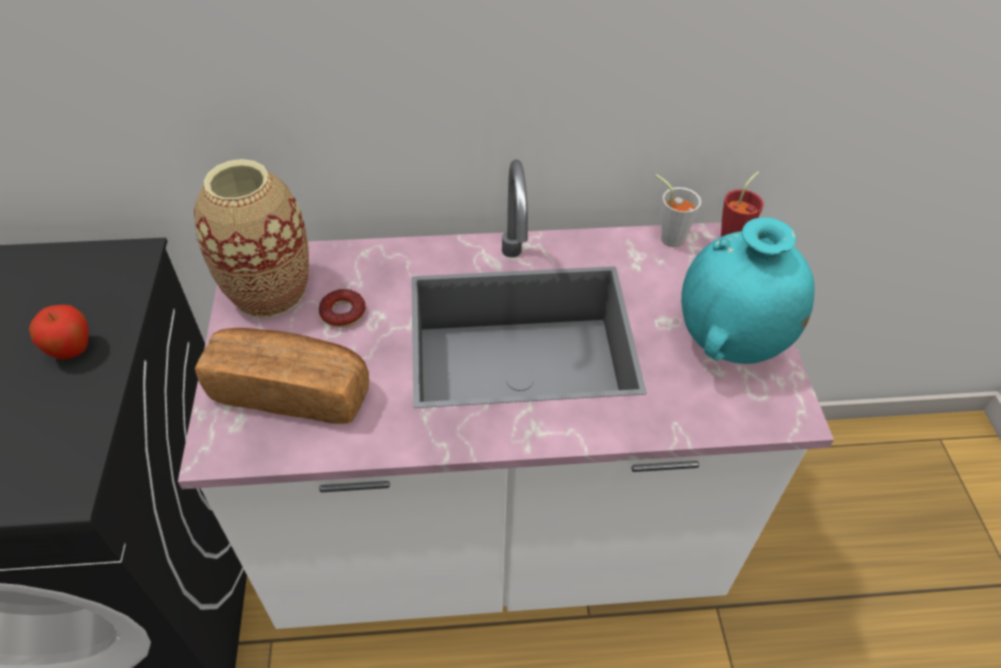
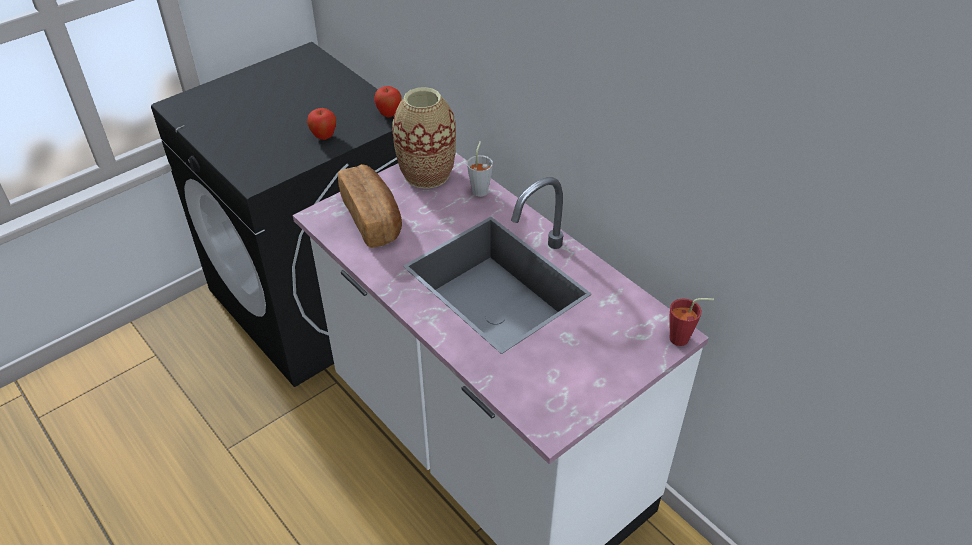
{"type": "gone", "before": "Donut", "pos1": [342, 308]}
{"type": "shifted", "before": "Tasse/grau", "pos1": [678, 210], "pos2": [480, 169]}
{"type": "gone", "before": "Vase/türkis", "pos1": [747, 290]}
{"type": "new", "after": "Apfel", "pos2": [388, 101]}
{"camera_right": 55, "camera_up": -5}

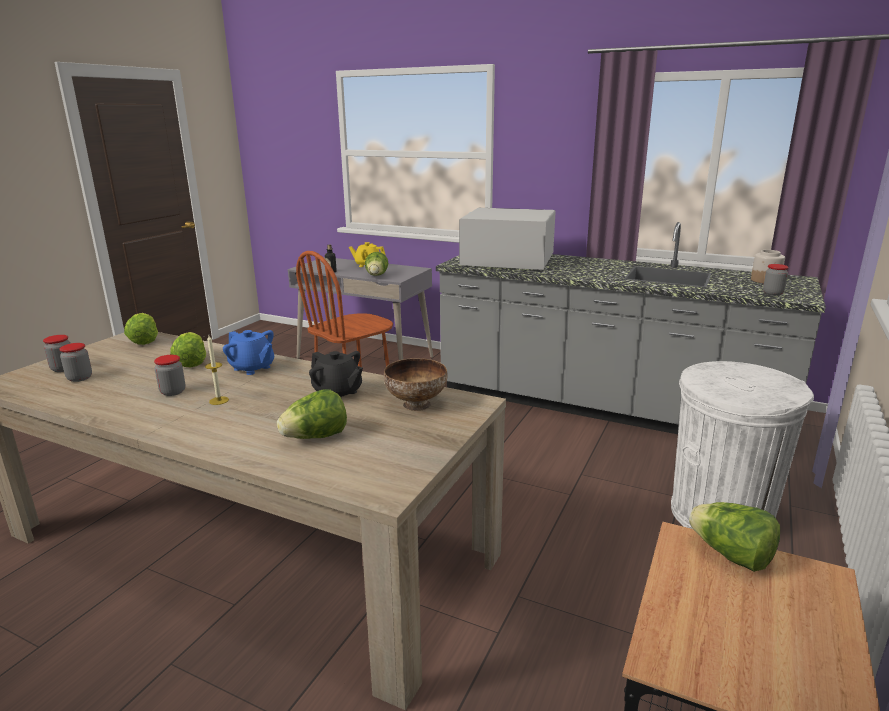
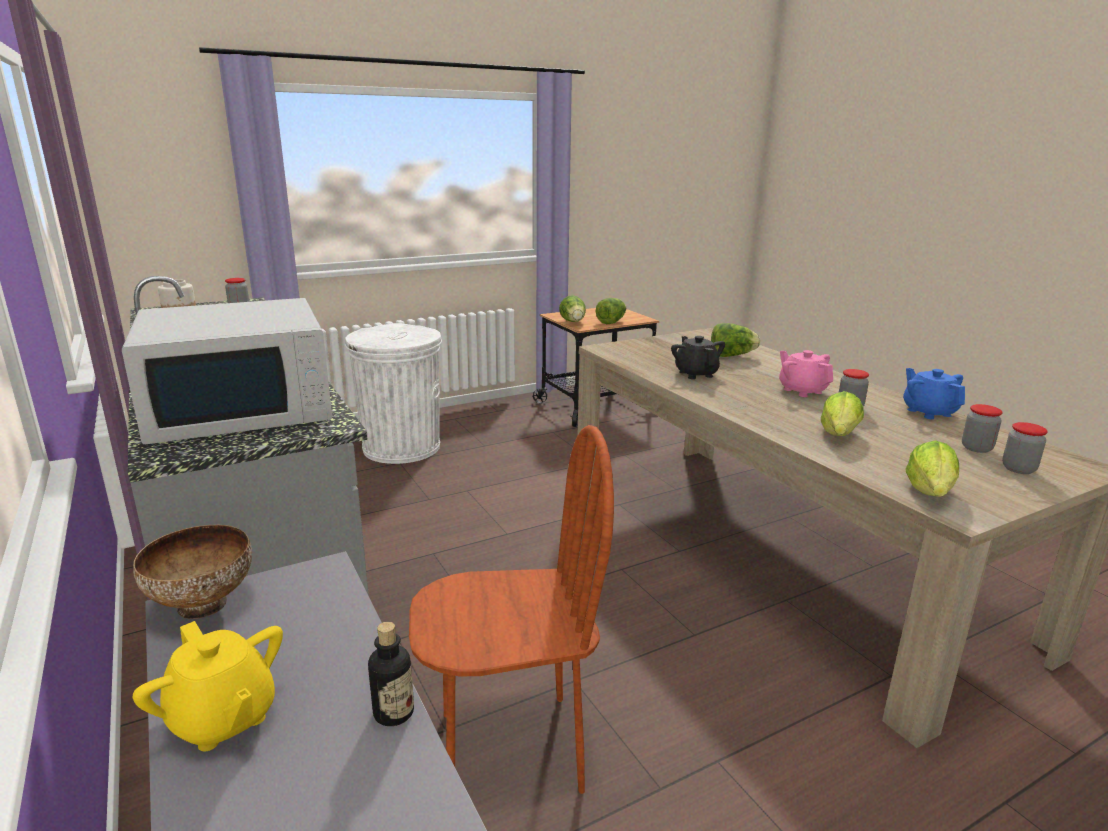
{"type": "swapped", "before": "Kerze", "after": "Teekanne/rosa", "pos1": [217, 370], "pos2": [806, 373]}
{"type": "shifted", "before": "Teekanne/blau", "pos1": [248, 352], "pos2": [934, 393]}
{"type": "shifted", "before": "Salatkopf", "pos1": [376, 264], "pos2": [611, 311]}
{"type": "shifted", "before": "Schüssel", "pos1": [416, 384], "pos2": [192, 572]}
{"type": "rotated", "before": "Mikrowelle/weiß", "pos1": [507, 239], "pos2": [227, 371], "turn": -75}
{"camera_right": -145, "camera_up": 0}

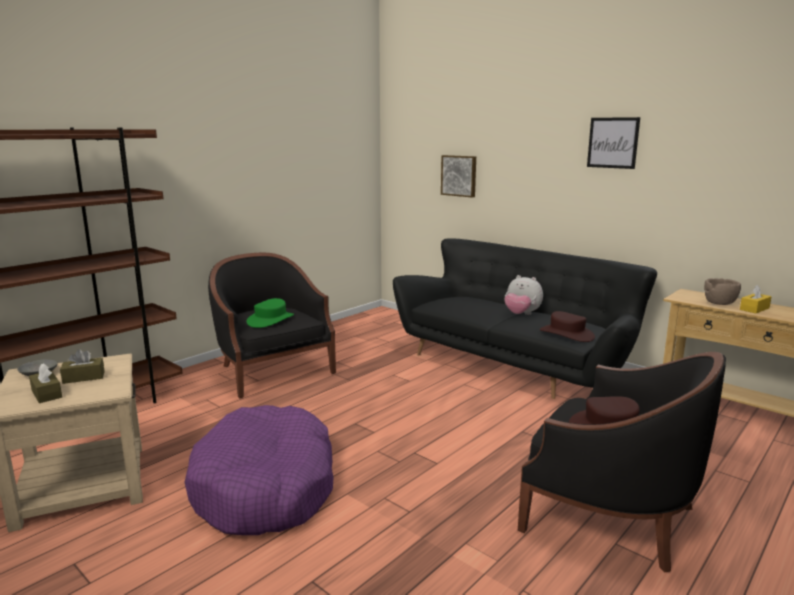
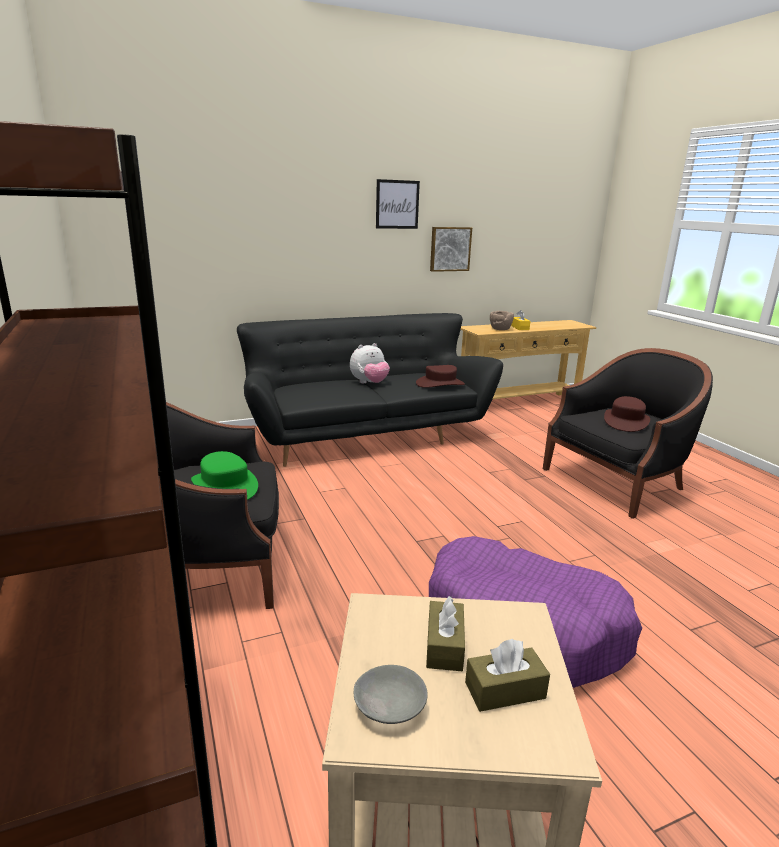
{"type": "shifted", "before": "Bild", "pos1": [458, 176], "pos2": [451, 249]}
{"camera_right": -65, "camera_up": 5}

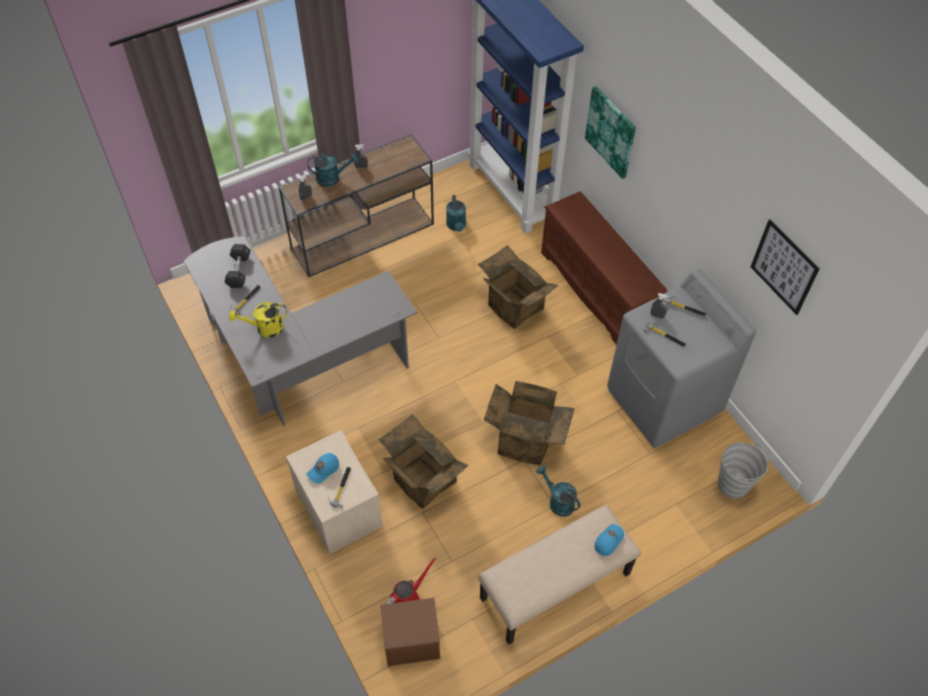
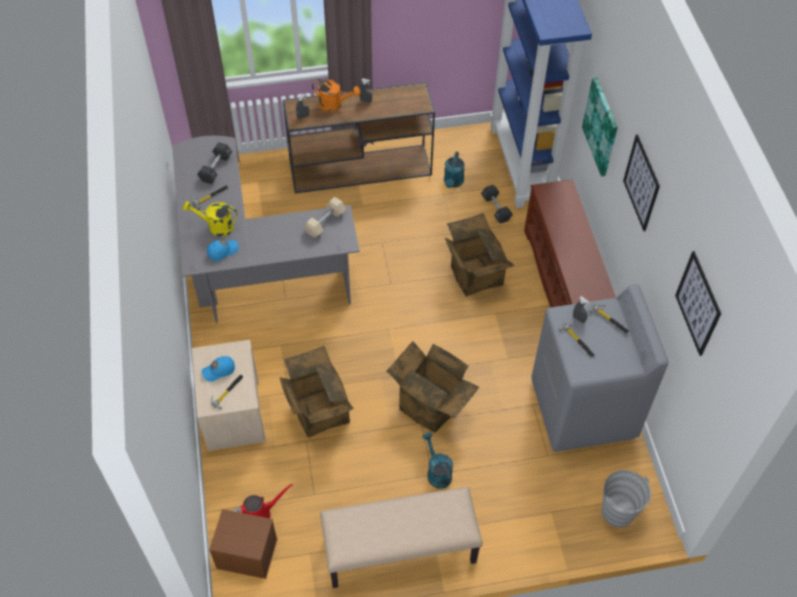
{"type": "repainted", "before": "Gießkanne/türkis", "after": "Gießkanne/orange", "pos1": [333, 170], "pos2": [336, 95]}
{"type": "shifted", "before": "Kappe/blau", "pos1": [609, 540], "pos2": [223, 250]}
{"type": "new", "after": "Hantel/beige", "pos2": [325, 217]}
{"type": "new", "after": "Hantel/schwarz", "pos2": [497, 204]}
{"type": "new", "after": "Bild", "pos2": [641, 182]}
{"camera_right": 20, "camera_up": 0}

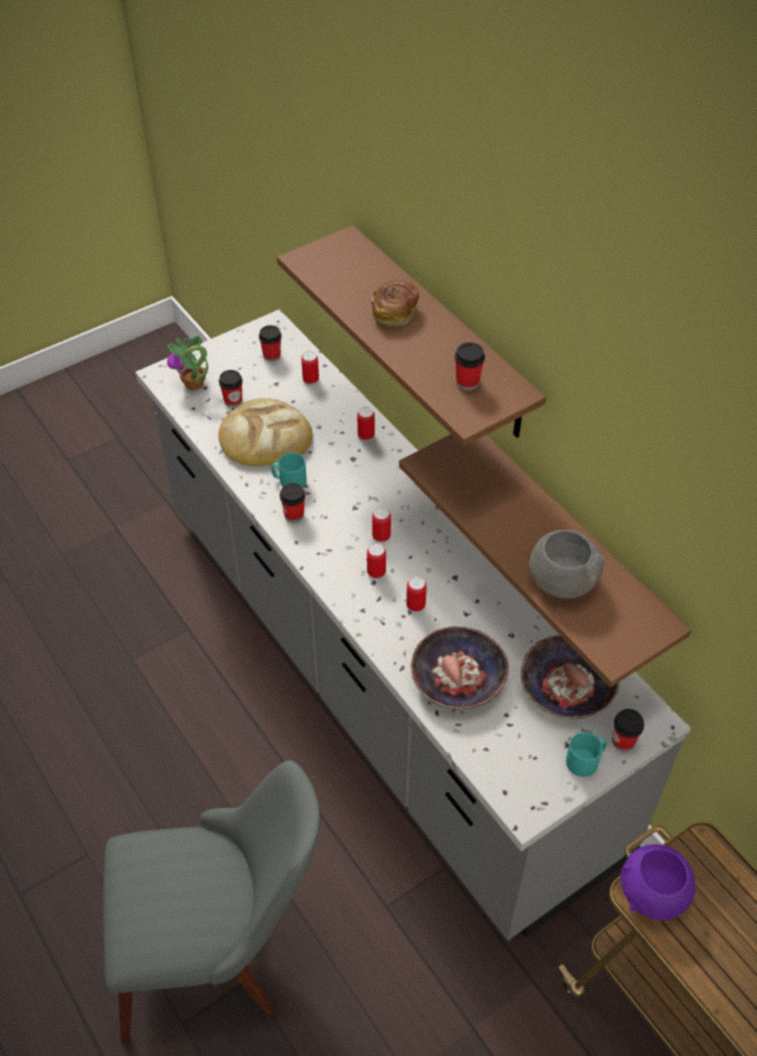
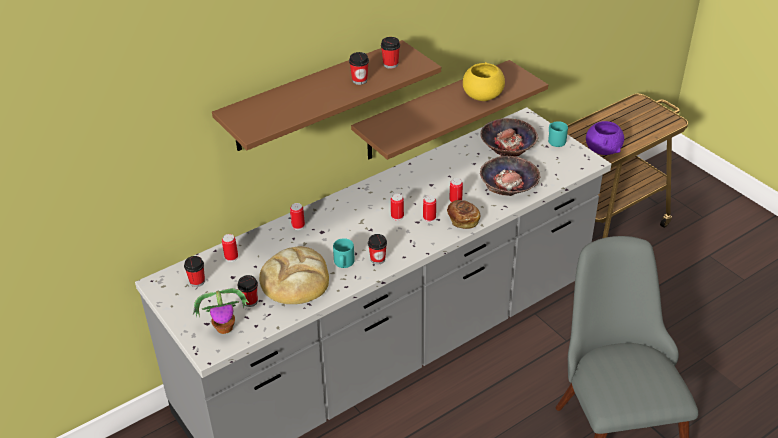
{"type": "shifted", "before": "Brot", "pos1": [395, 303], "pos2": [463, 214]}
{"type": "repainted", "before": "Schüssel/grau", "after": "Schüssel/gelb", "pos1": [567, 564], "pos2": [484, 81]}
{"type": "shifted", "before": "Tasse", "pos1": [628, 730], "pos2": [359, 68]}
{"camera_right": -90, "camera_up": -10}

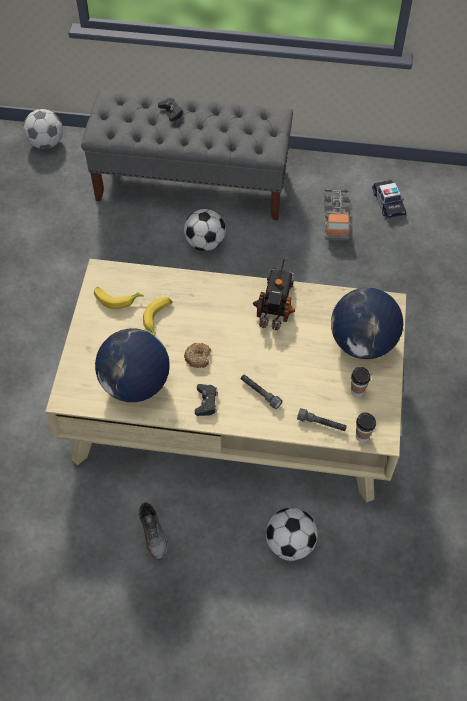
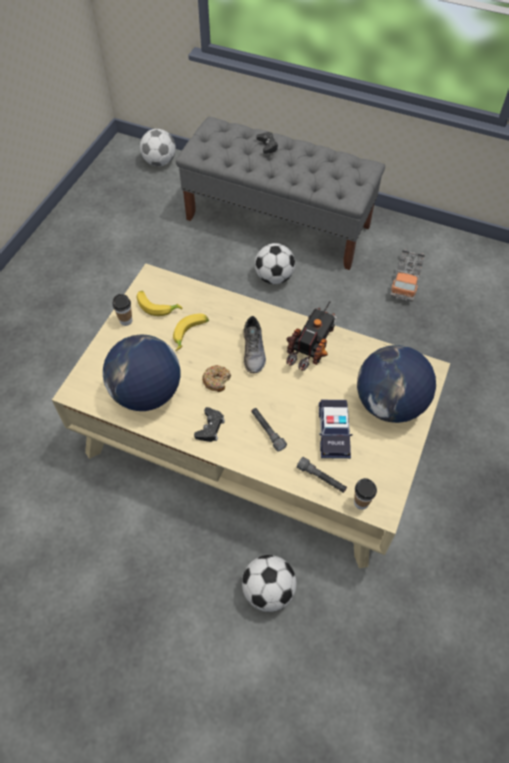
{"type": "shifted", "before": "Schuh/grau", "pos1": [153, 531], "pos2": [254, 344]}
{"type": "shifted", "before": "Tasse", "pos1": [361, 382], "pos2": [122, 310]}
{"type": "shifted", "before": "Spielzeugauto", "pos1": [389, 200], "pos2": [336, 429]}
{"camera_right": 15, "camera_up": 0}

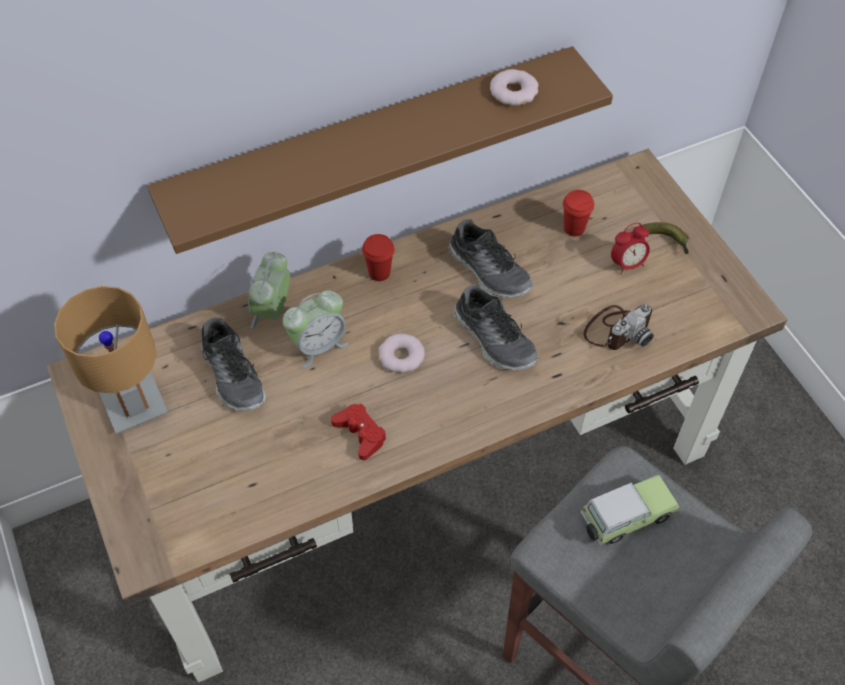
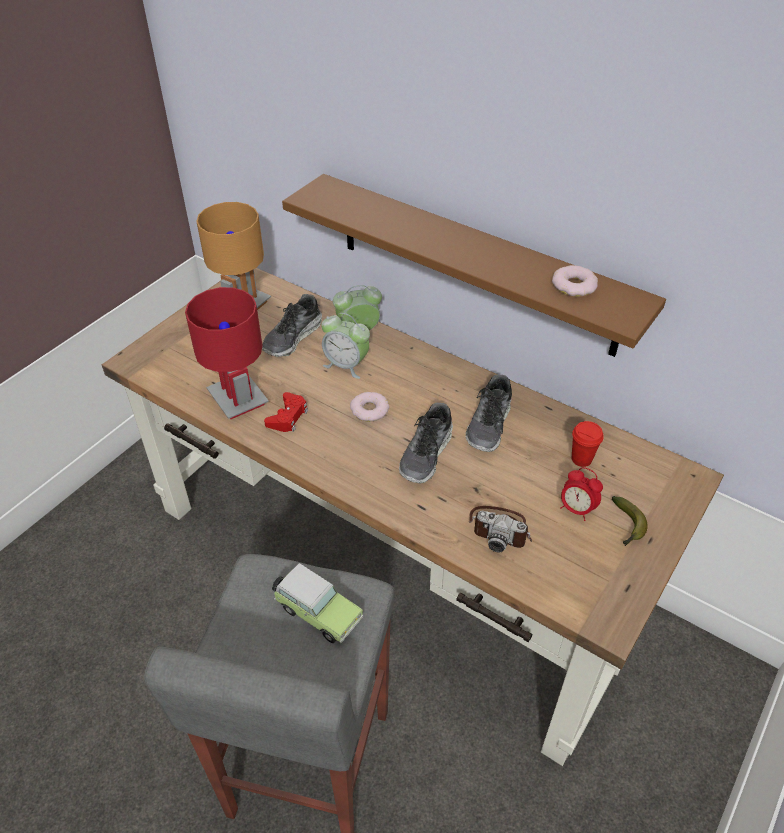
{"type": "gone", "before": "Tasse/rot", "pos1": [378, 257]}
{"type": "new", "after": "Tischlampe/rot", "pos2": [227, 353]}
{"camera_right": 60, "camera_up": -10}

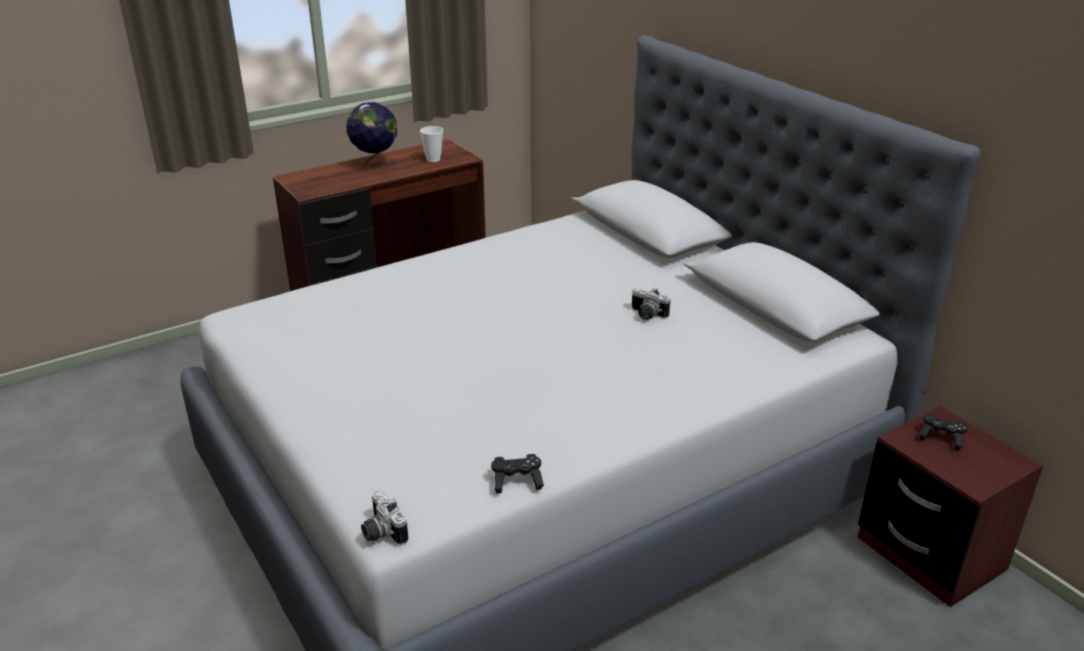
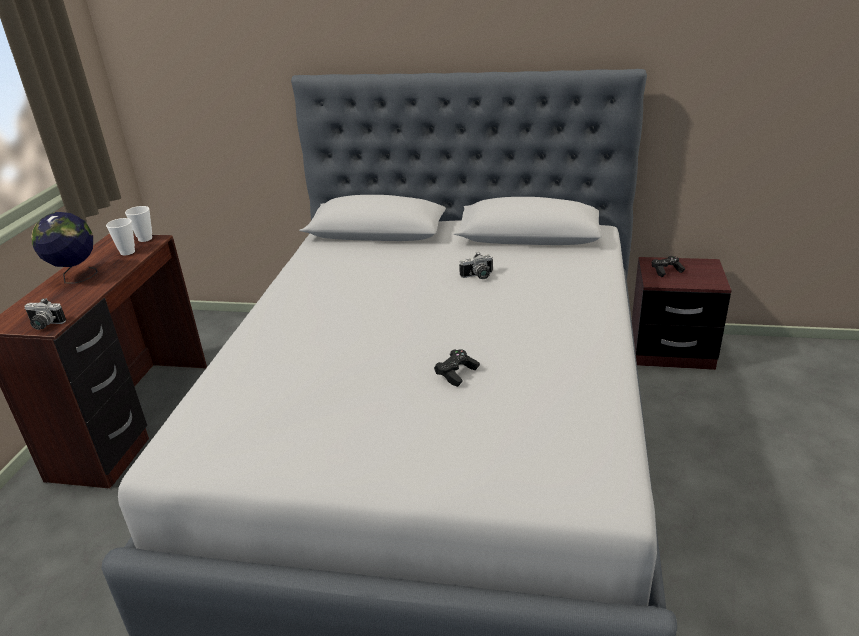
{"type": "shifted", "before": "Kamera", "pos1": [384, 518], "pos2": [45, 314]}
{"type": "shifted", "before": "Gamepad/schwarz", "pos1": [517, 473], "pos2": [457, 368]}
{"type": "new", "after": "Tasse", "pos2": [138, 224]}
{"camera_right": -45, "camera_up": 0}

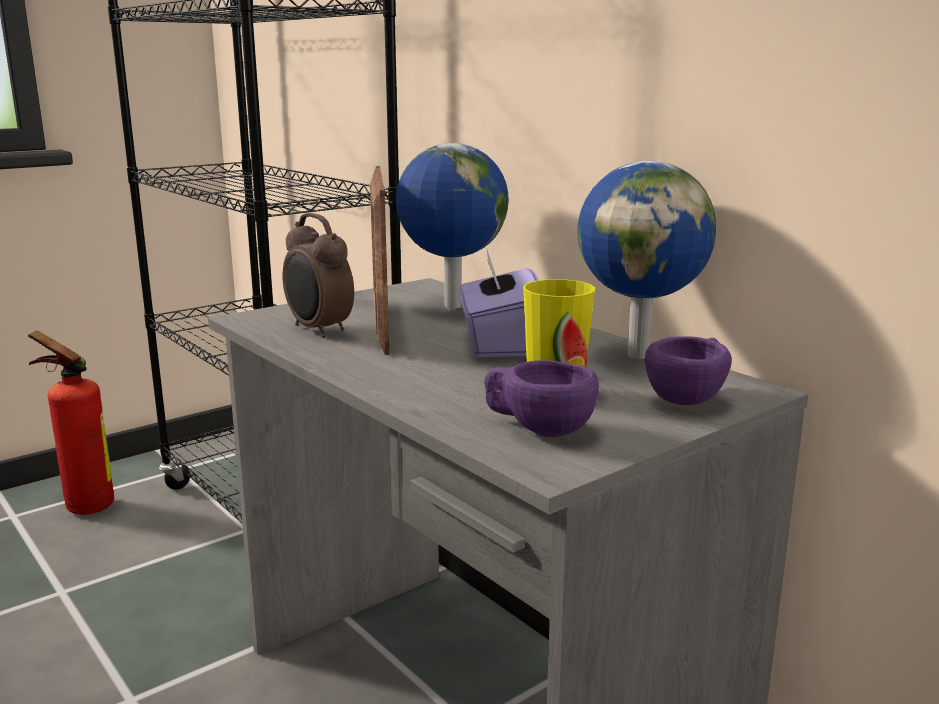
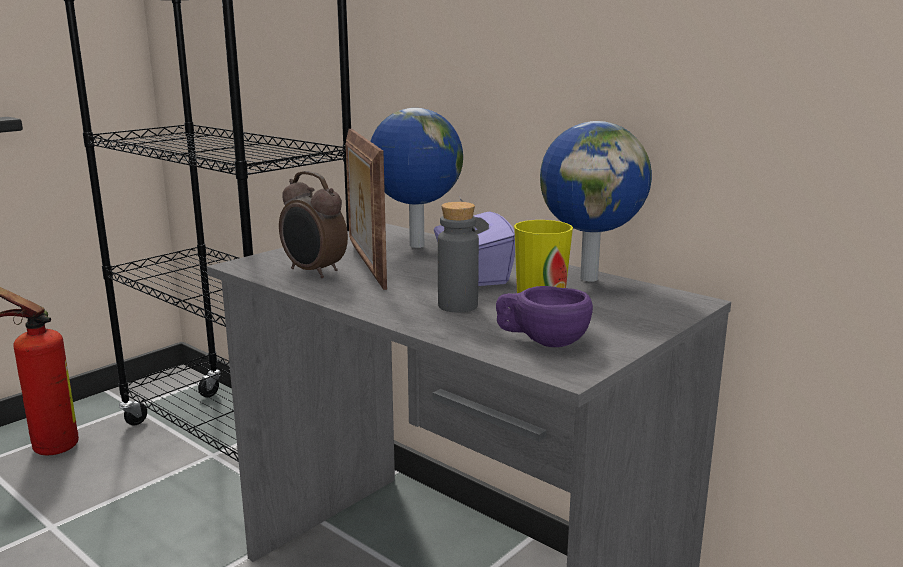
{"type": "gone", "before": "Tasse/lila", "pos1": [688, 370]}
{"type": "new", "after": "Flasche/grau", "pos2": [458, 257]}
{"camera_right": -10, "camera_up": 0}

